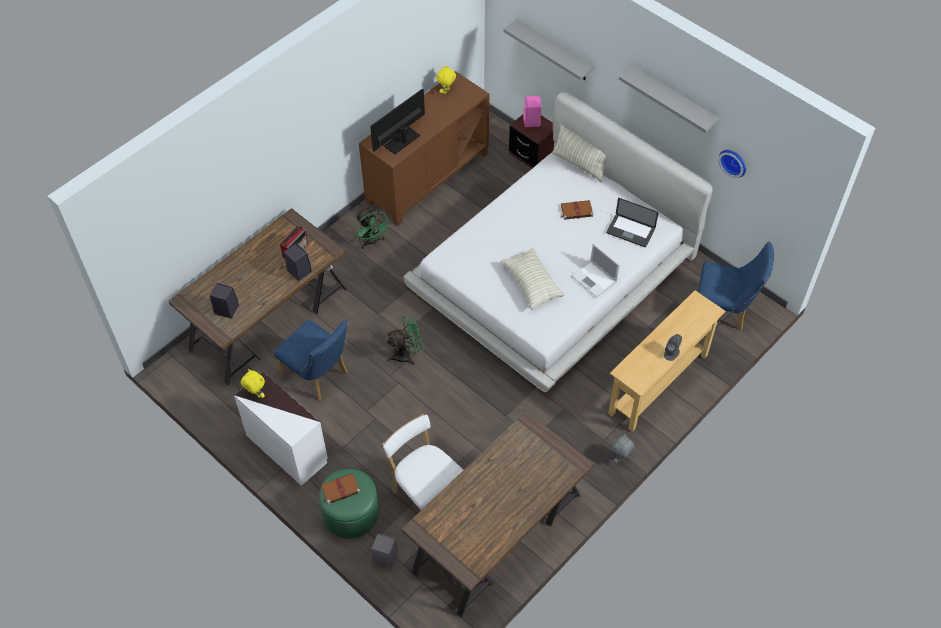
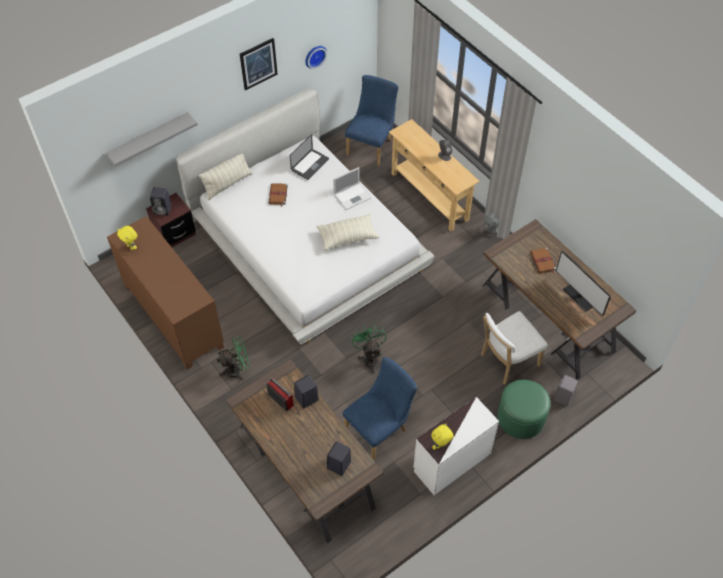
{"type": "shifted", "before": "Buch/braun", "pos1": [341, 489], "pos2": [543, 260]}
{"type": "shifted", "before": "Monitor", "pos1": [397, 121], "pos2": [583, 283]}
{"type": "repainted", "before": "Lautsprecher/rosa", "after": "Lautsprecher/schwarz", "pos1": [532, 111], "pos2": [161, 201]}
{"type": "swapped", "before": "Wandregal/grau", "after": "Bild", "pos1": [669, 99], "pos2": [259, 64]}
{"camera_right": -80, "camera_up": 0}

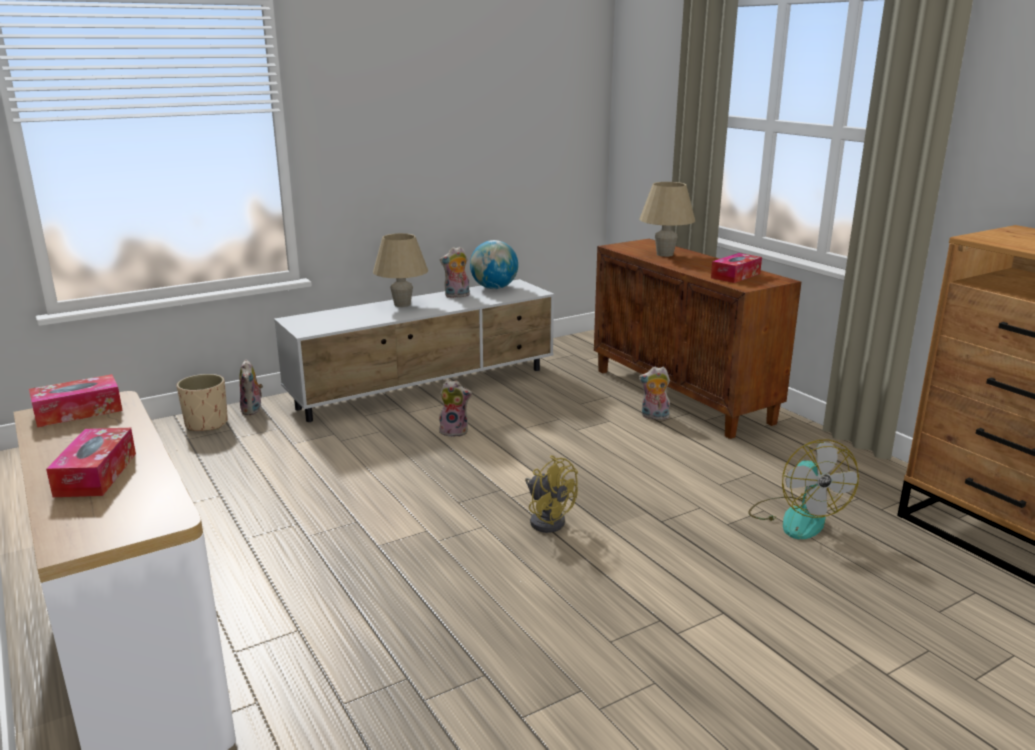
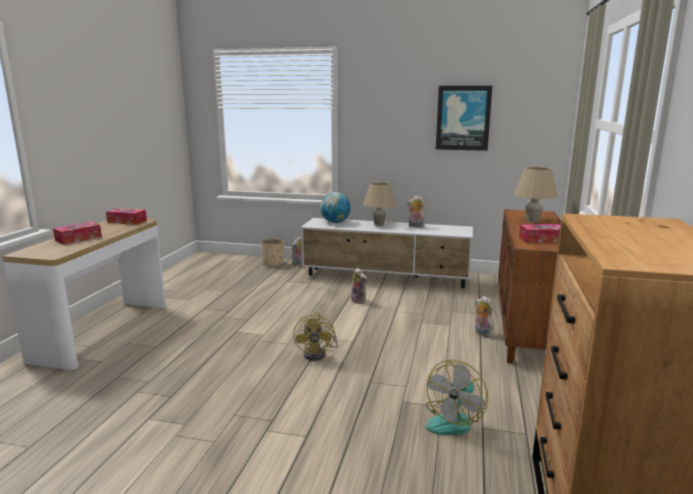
{"type": "shifted", "before": "Globus", "pos1": [494, 264], "pos2": [335, 207]}
{"type": "new", "after": "Bild", "pos2": [464, 118]}
{"camera_right": 45, "camera_up": -5}

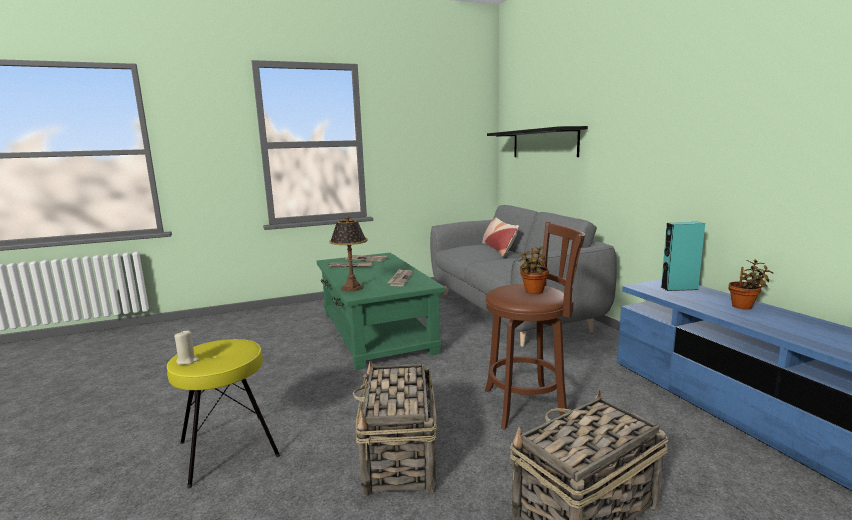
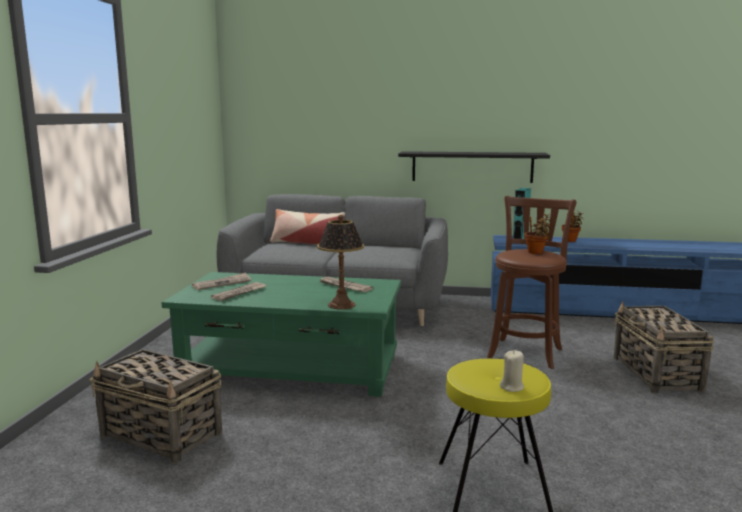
{"type": "shifted", "before": "Korb", "pos1": [395, 428], "pos2": [155, 406]}
{"type": "shifted", "before": "Wandregal/schwarz", "pos1": [537, 141], "pos2": [474, 167]}
{"camera_right": -60, "camera_up": 0}

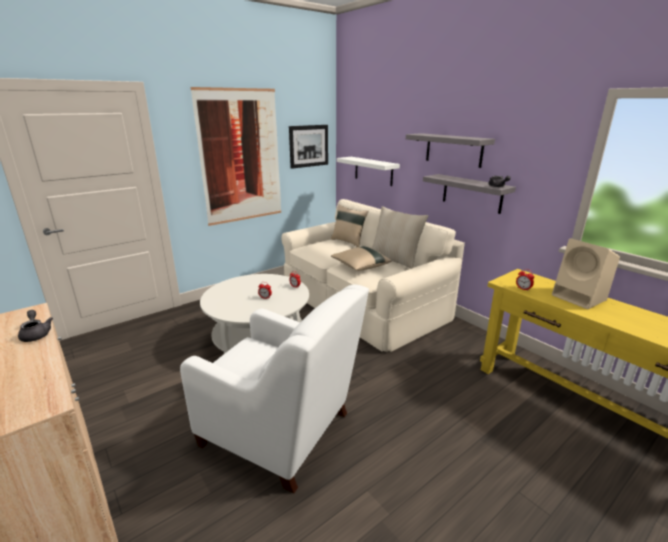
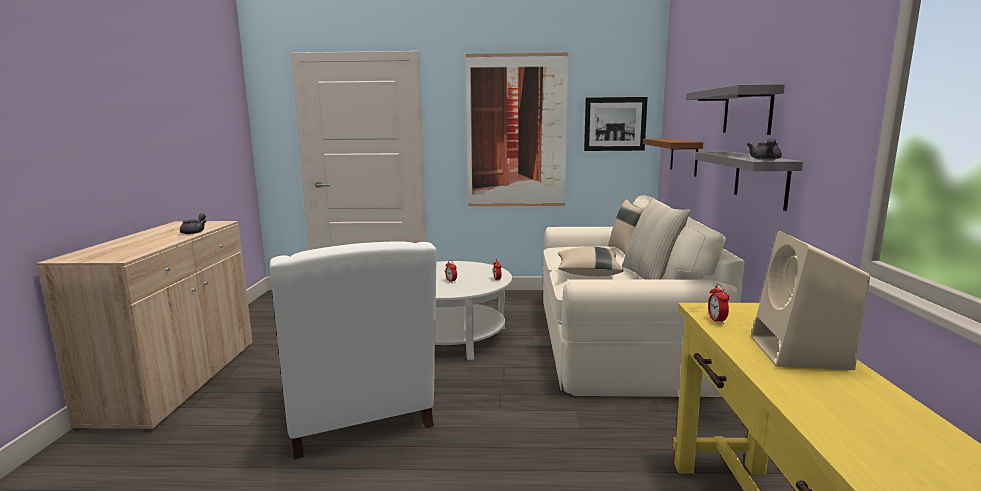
{"type": "repainted", "before": "Wandregal/weiß", "after": "Wandregal/braun", "pos1": [368, 171], "pos2": [673, 157]}
{"camera_right": 40, "camera_up": -10}

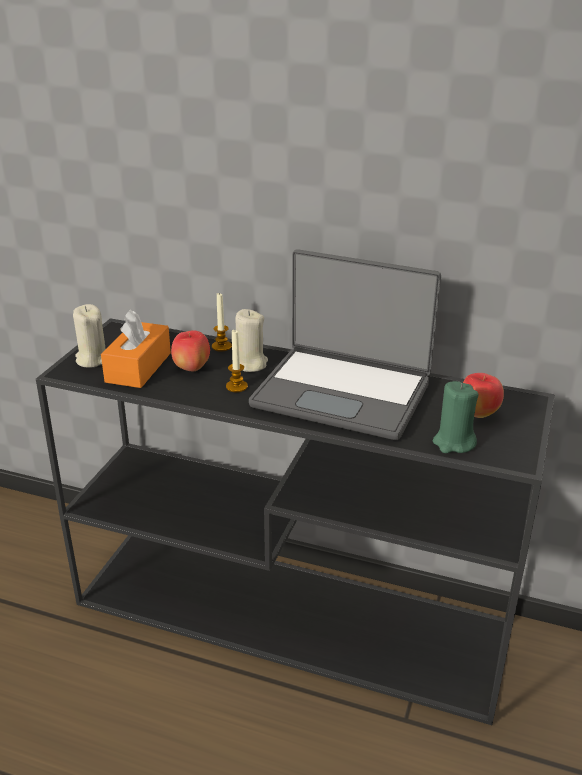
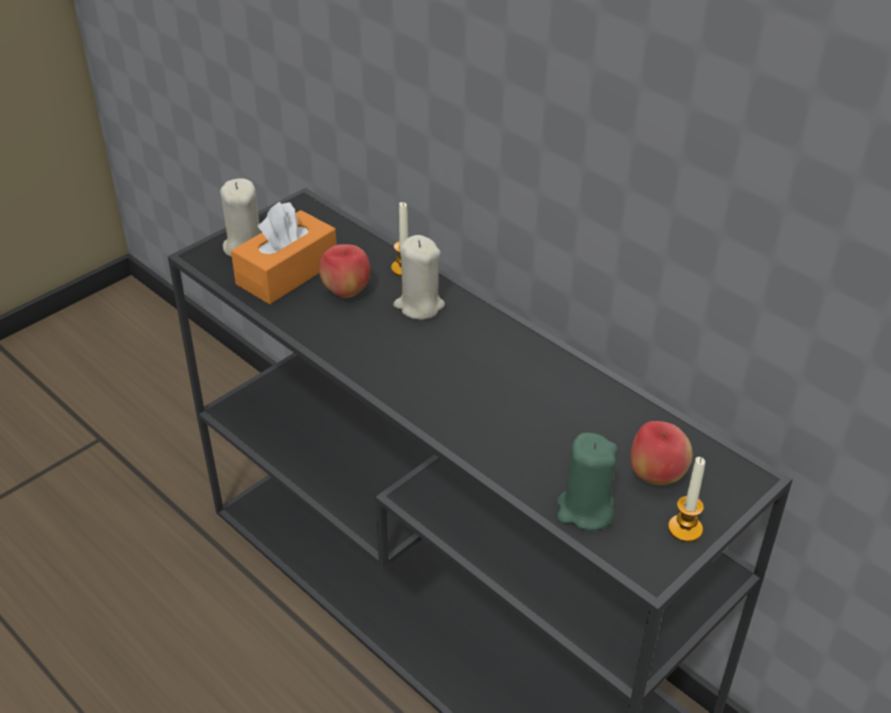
{"type": "shifted", "before": "Kerze", "pos1": [237, 361], "pos2": [686, 499]}
{"type": "gone", "before": "Laptop", "pos1": [345, 344]}
{"camera_right": 25, "camera_up": 10}

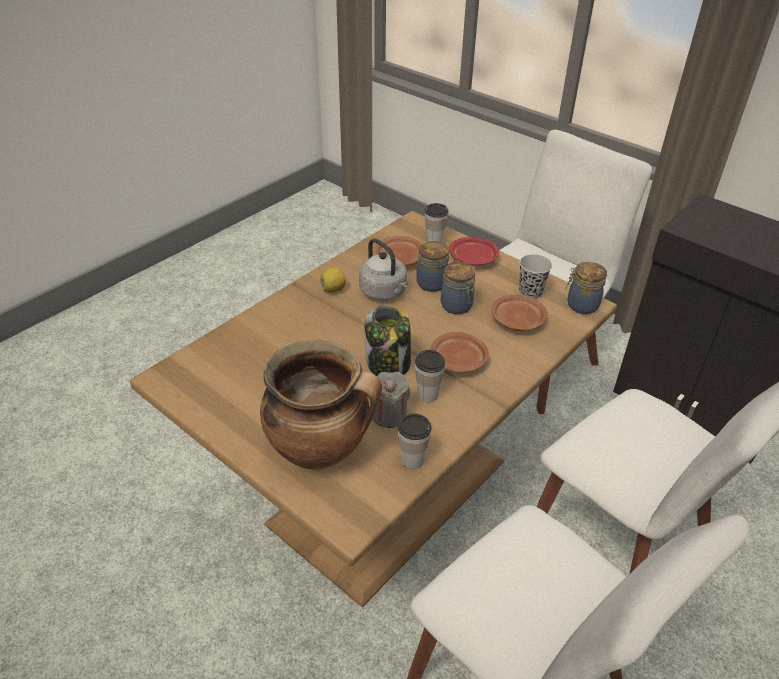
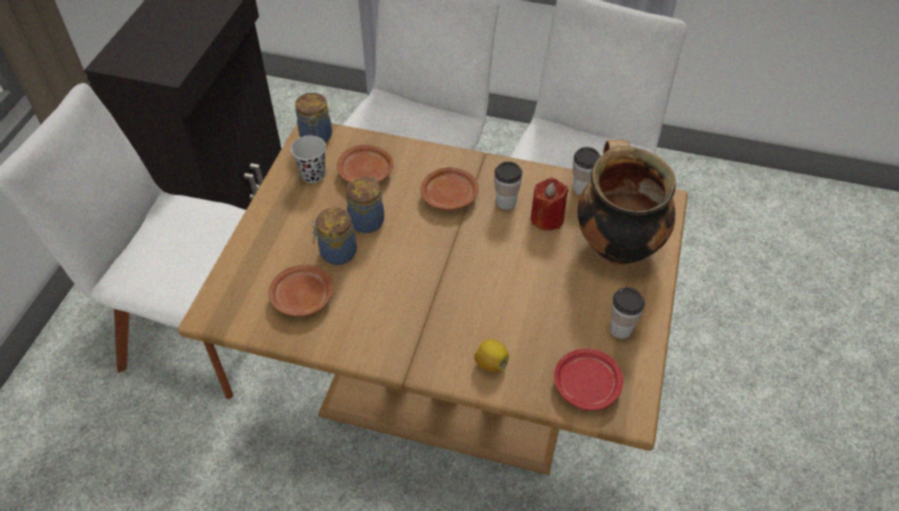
{"type": "shifted", "before": "Zitrone", "pos1": [333, 279], "pos2": [491, 356]}
{"type": "gone", "before": "Wasserkessel/grau", "pos1": [383, 269]}
{"type": "gone", "before": "Vorratsglas", "pos1": [387, 340]}
{"type": "repainted", "before": "Kerze/grau", "after": "Kerze/rot", "pos1": [390, 400], "pos2": [550, 204]}
{"type": "shifted", "before": "Tasse", "pos1": [436, 222], "pos2": [627, 313]}
{"type": "shifted", "before": "Teller/rot", "pos1": [474, 251], "pos2": [588, 379]}
{"camera_right": -115, "camera_up": 10}

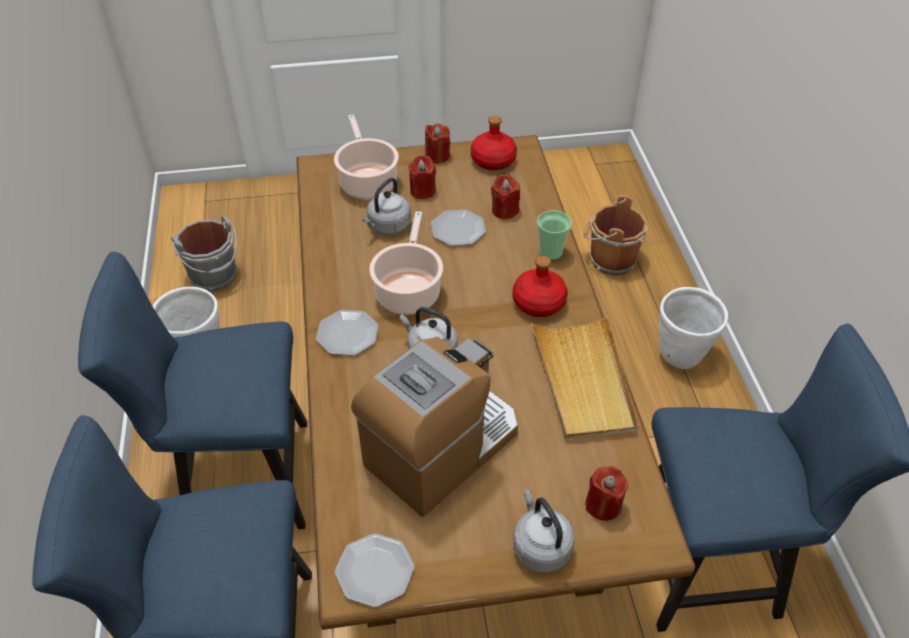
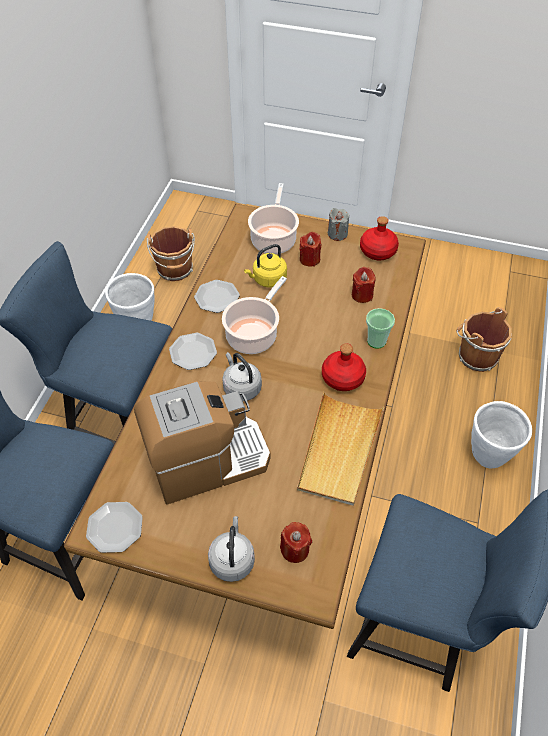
{"type": "repainted", "before": "Eimer/grau", "after": "Eimer/braun", "pos1": [205, 253], "pos2": [171, 253]}
{"type": "repainted", "before": "Wasserkessel/grau", "after": "Wasserkessel/gelb", "pos1": [386, 206], "pos2": [265, 266]}
{"type": "repainted", "before": "Kerze/rot", "after": "Kerze/grau", "pos1": [437, 143], "pos2": [338, 224]}
{"type": "shifted", "before": "Teller", "pos1": [458, 227], "pos2": [217, 296]}
{"camera_right": 25, "camera_up": 5}

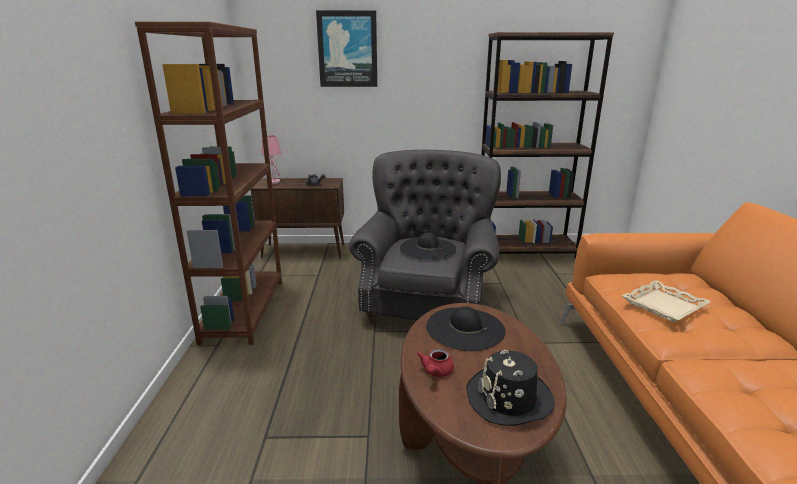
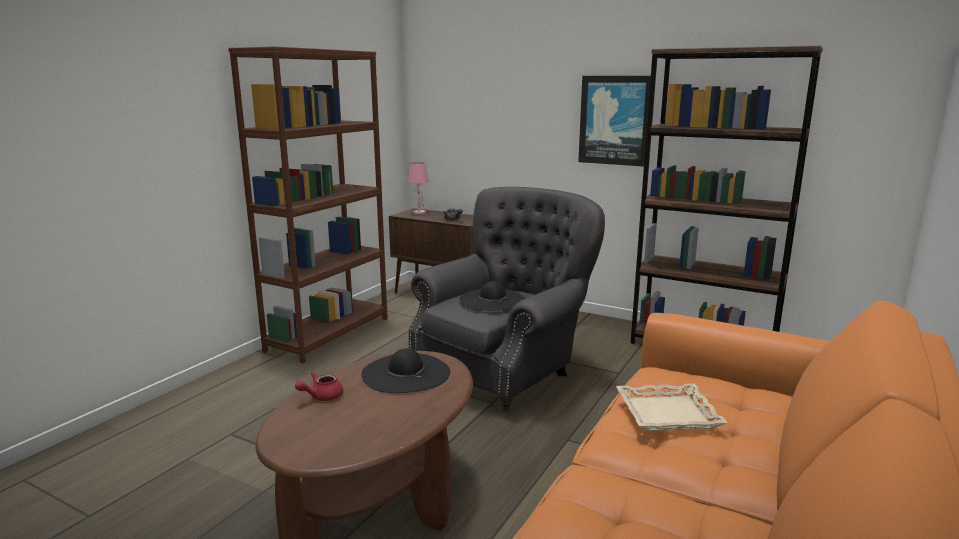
{"type": "shifted", "before": "Bild", "pos1": [346, 48], "pos2": [614, 121]}
{"type": "gone", "before": "Hut/schwarz", "pos1": [510, 388]}
{"camera_right": 30, "camera_up": -5}

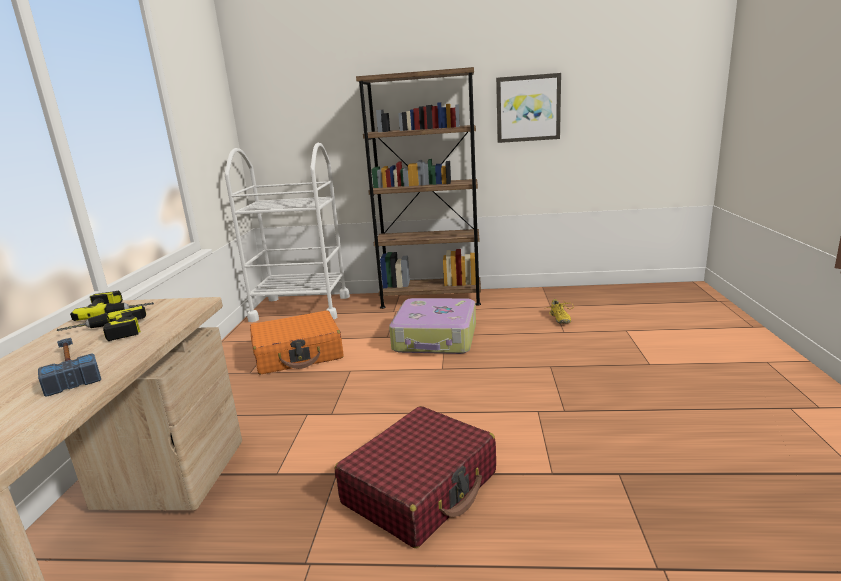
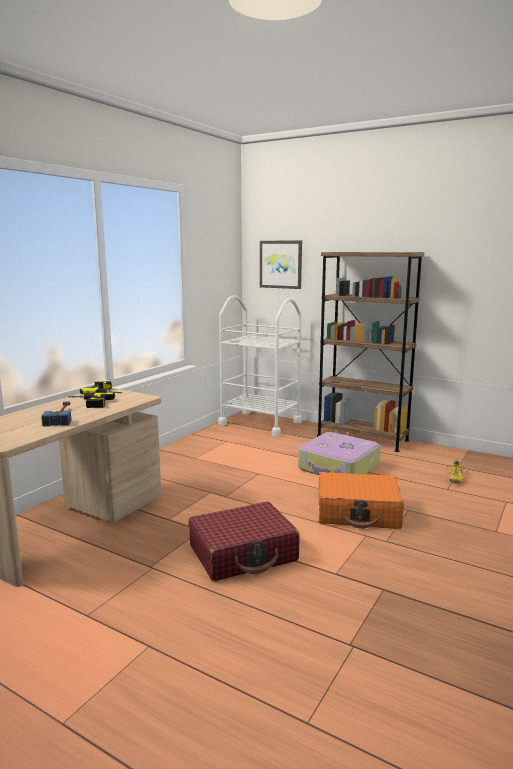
{"type": "shifted", "before": "Koffer/orange", "pos1": [297, 342], "pos2": [361, 500]}
{"type": "shifted", "before": "Bild", "pos1": [528, 108], "pos2": [281, 264]}
{"camera_right": 25, "camera_up": -5}

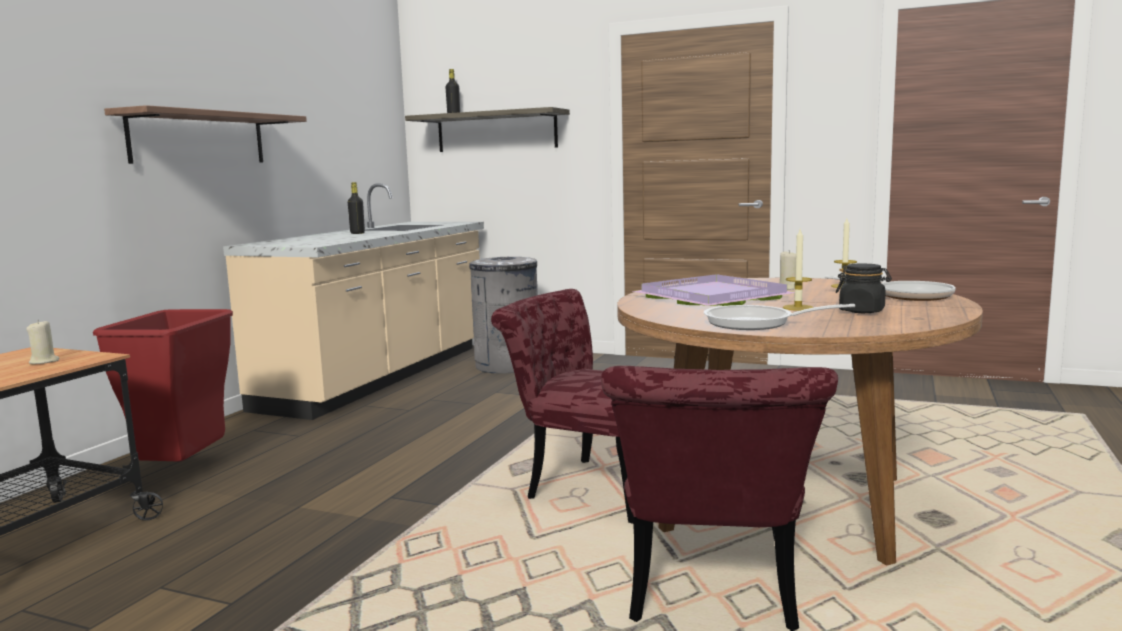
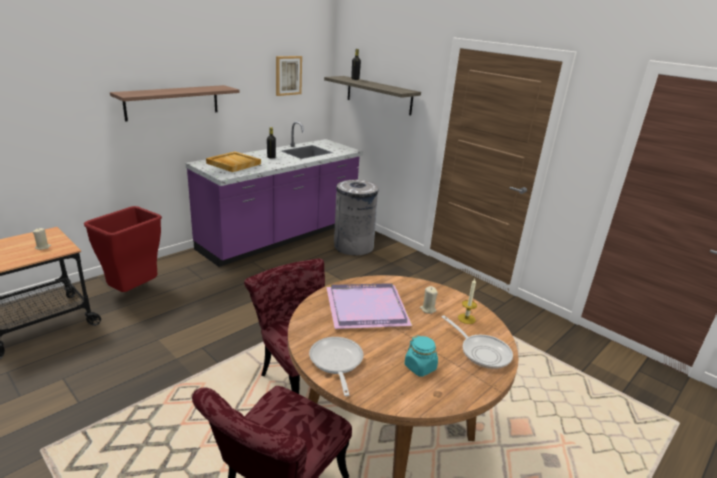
{"type": "repainted", "before": "Küchenzeile/beige", "after": "Küchenzeile/lila", "pos1": [353, 301], "pos2": [274, 194]}
{"type": "rotated", "before": "Pfanne", "pos1": [779, 317], "pos2": [336, 366], "turn": 45}
{"type": "gone", "before": "Kerze", "pos1": [798, 270]}
{"type": "repainted", "before": "Vorratsglas/schwarz", "after": "Vorratsglas/türkis", "pos1": [864, 288], "pos2": [421, 356]}
{"type": "new", "after": "Tablett/beige", "pos2": [233, 161]}
{"type": "new", "after": "Bild", "pos2": [289, 76]}
{"camera_right": 20, "camera_up": 15}

